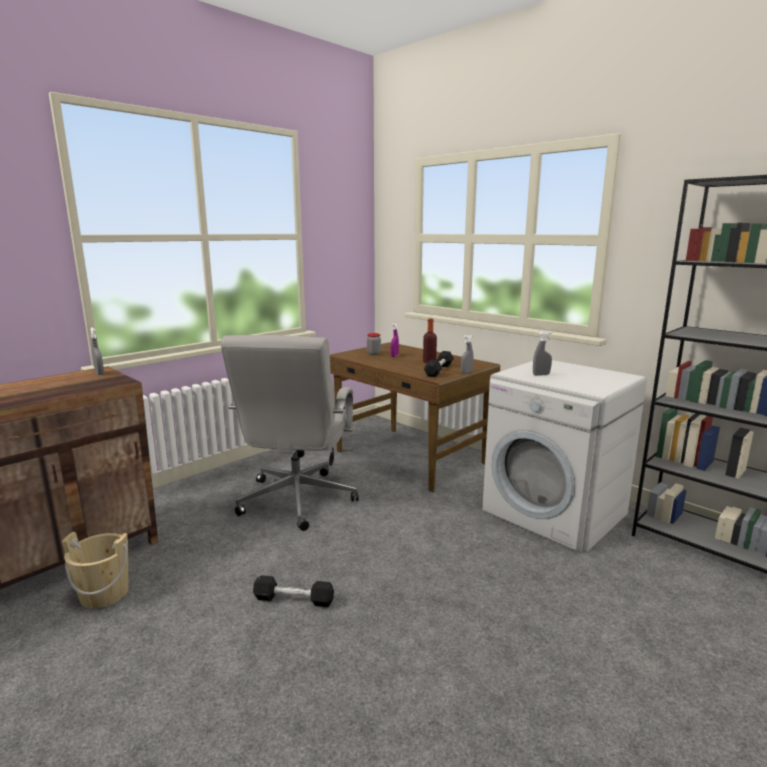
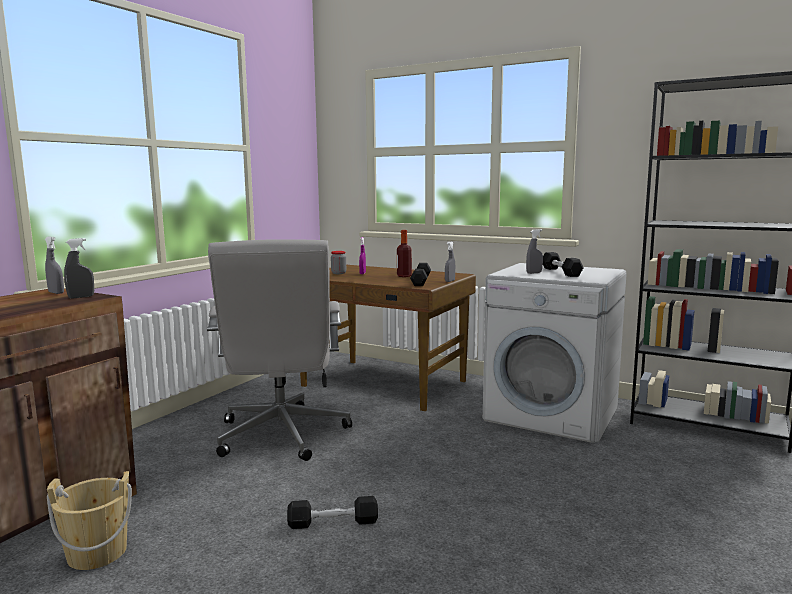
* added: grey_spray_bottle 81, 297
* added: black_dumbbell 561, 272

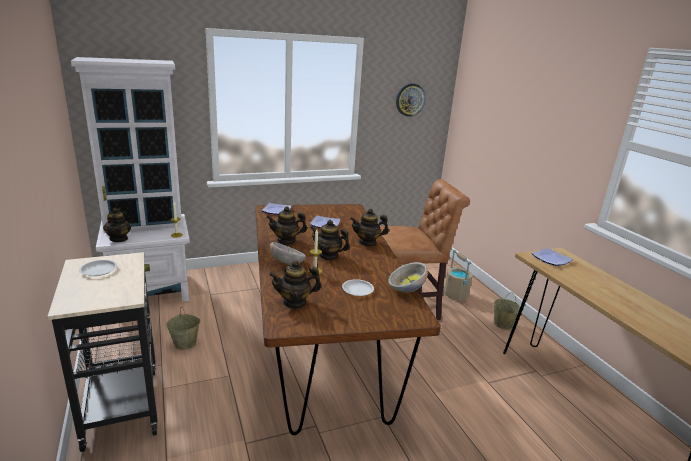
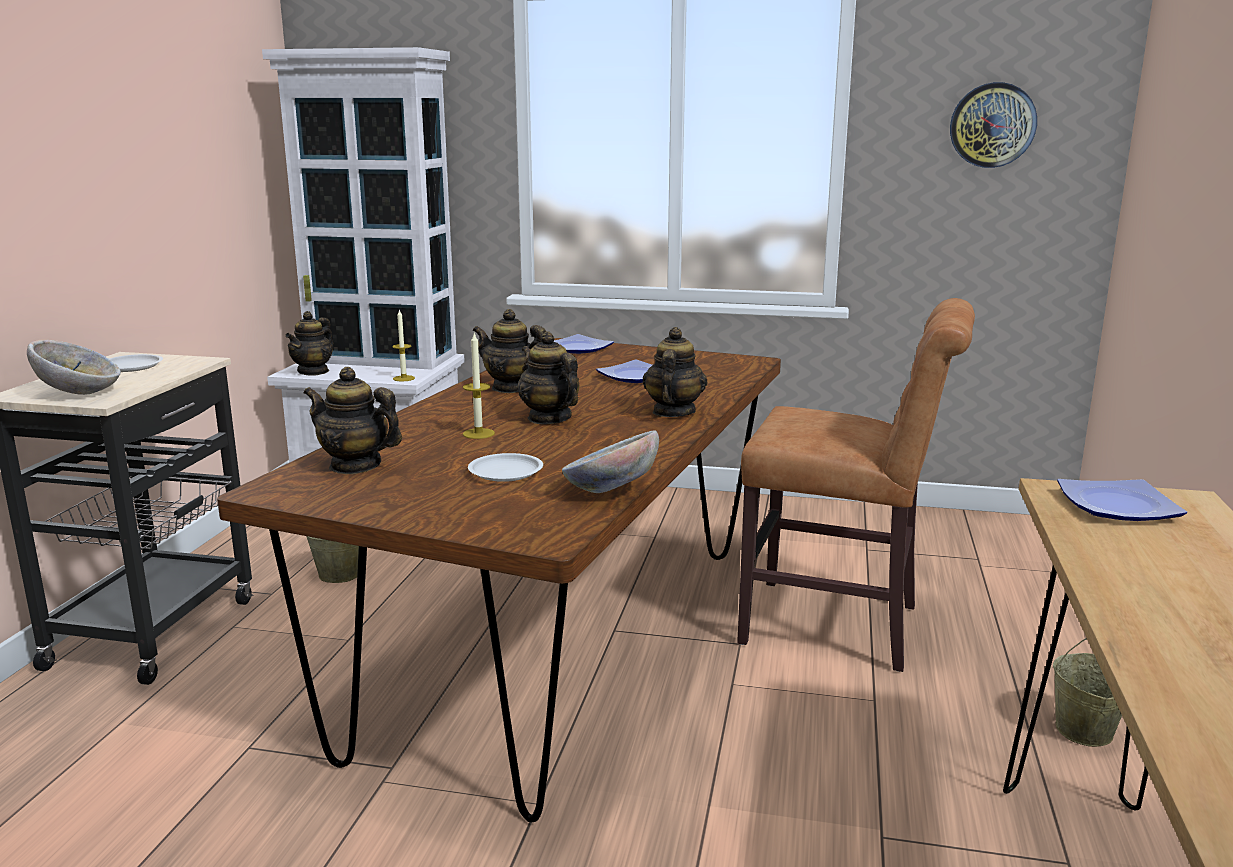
* moved: bowl 287, 264 to 80, 393
* turned: teapot 367, 242 = 673, 412 75 degrees clockwise
* removed: beige_bucket 455, 294

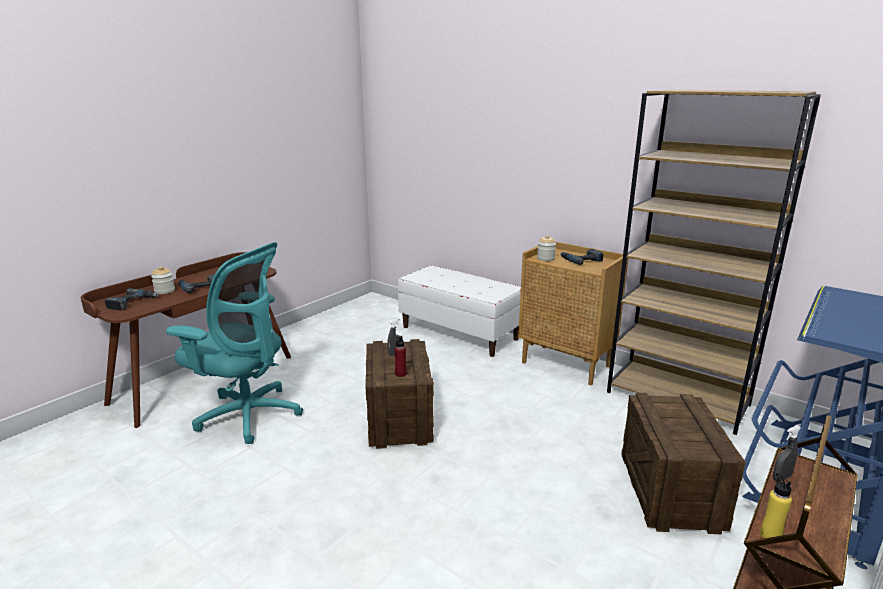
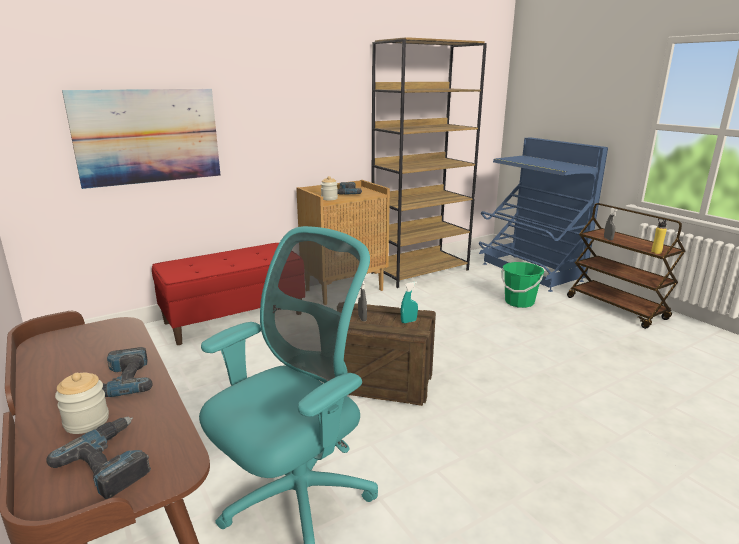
* replaced: red_bottle 400, 374 to turquoise_spray_bottle 408, 321
* recoloured: white_bench 460, 333 to red_bench 234, 318
* replaced: crate 670, 492 to green_bucket 519, 302
* added: picture 148, 136

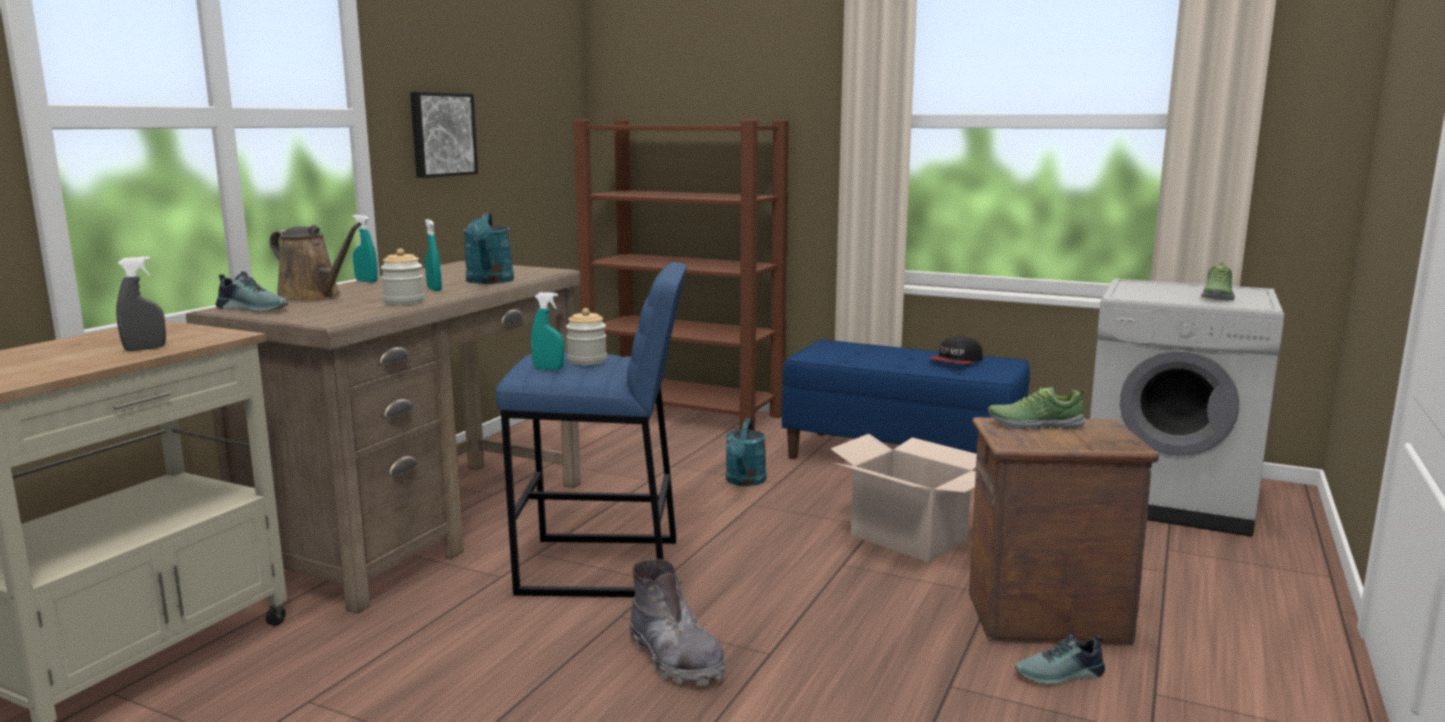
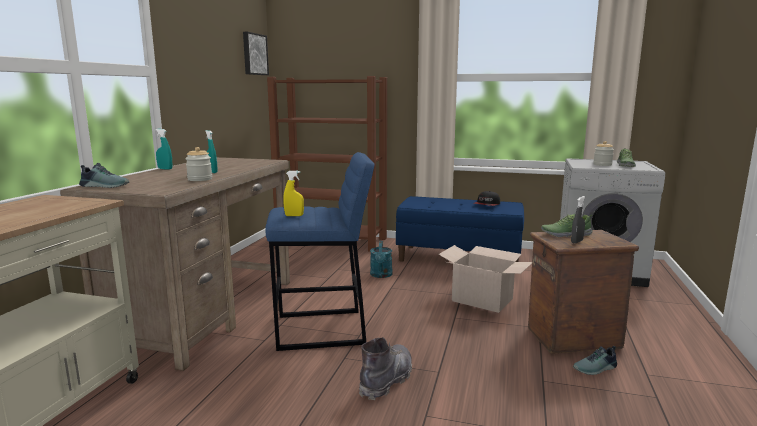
* moved: grey_spray_bottle 145, 349 to 577, 241
* removed: brown_watering_can 313, 297
* moved: picture 441, 134 to 254, 54
* removed: turquoise_watering_can 489, 281
* recoloured: turquoise_spray_bottle 548, 368 to yellow_spray_bottle 294, 215
* moved: jar 587, 361 to 602, 165
* turned: grey_boot 675, 658 = 387, 380 105 degrees counterclockwise

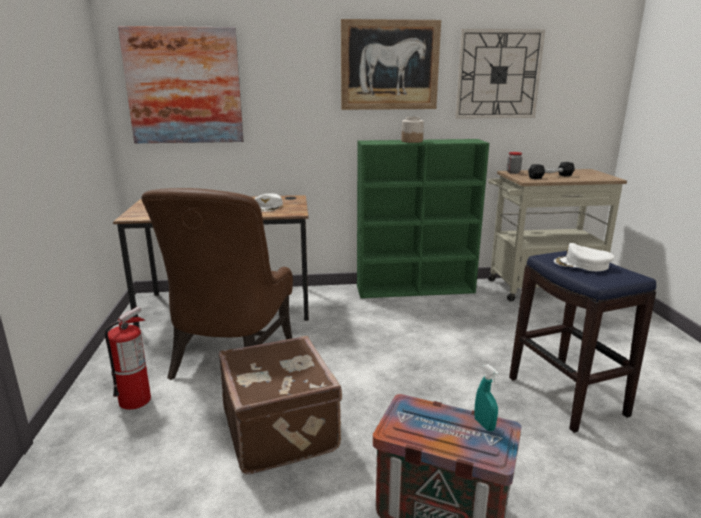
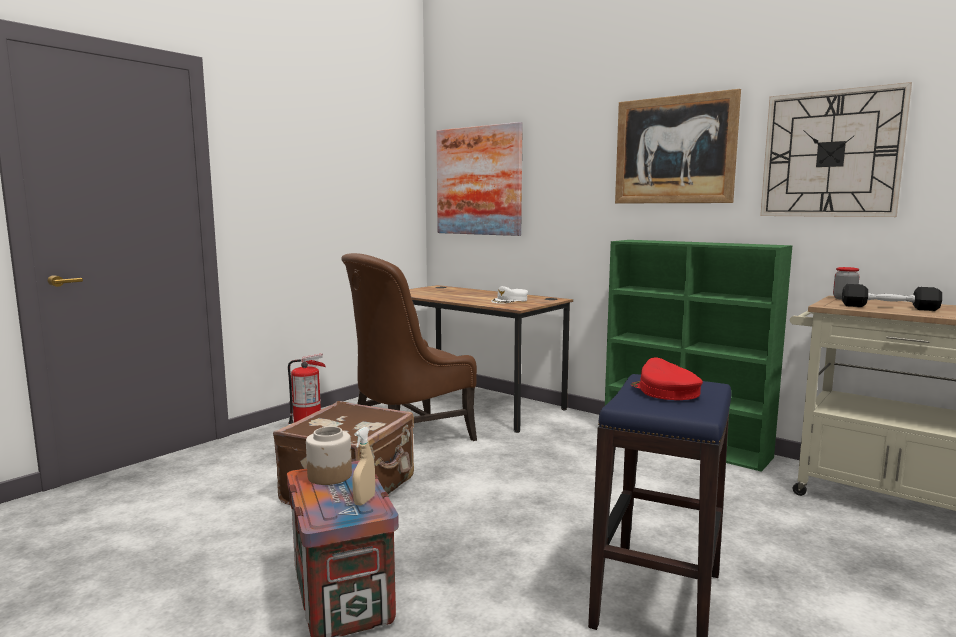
* moved: jar 412, 141 to 330, 476
* recoloured: turquoise_spray_bottle 484, 425 to beige_spray_bottle 364, 500
* recoloured: white_cap 582, 264 to red_cap 664, 391

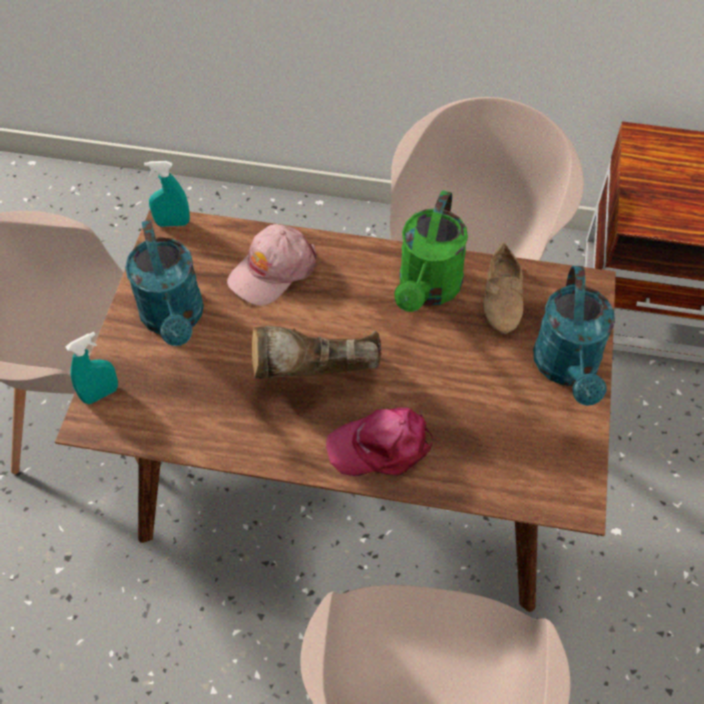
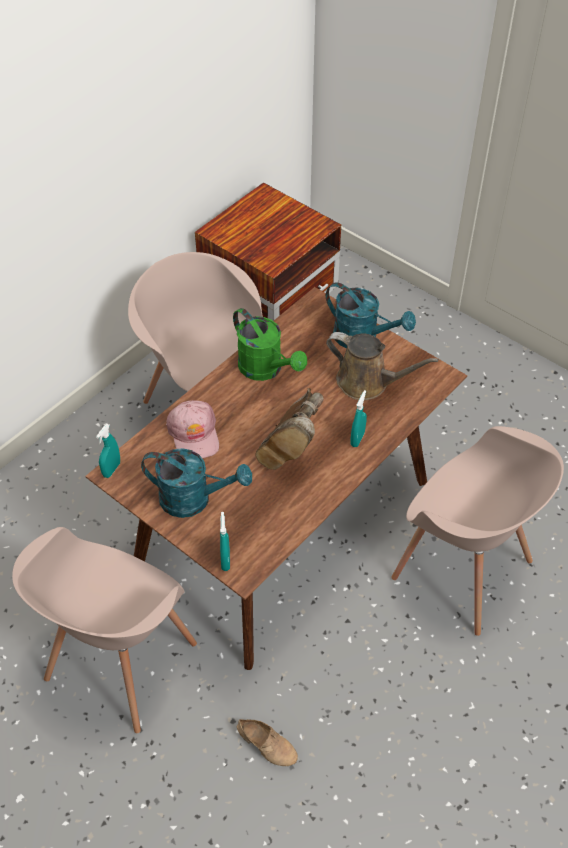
* replaced: pink_cap 381, 446 to turquoise_spray_bottle 357, 439
* moved: beige_shoe 504, 297 to 268, 743
* added: brown_watering_can 367, 382

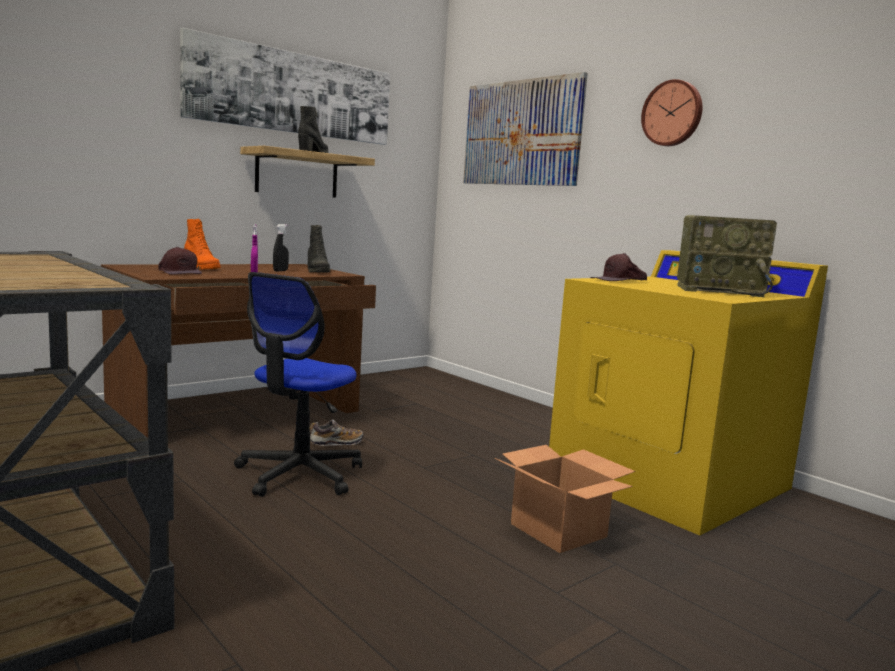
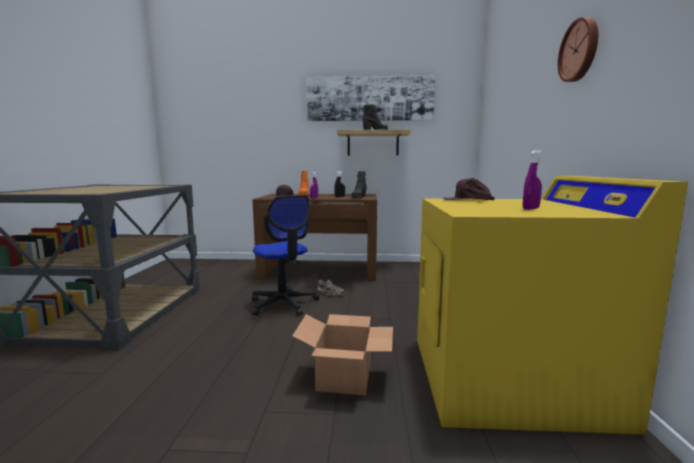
* turned: office_chair 299, 474 = 283, 304 105 degrees counterclockwise
* removed: picture 521, 133
* replaced: radio 720, 291 to purple_spray_bottle 531, 209

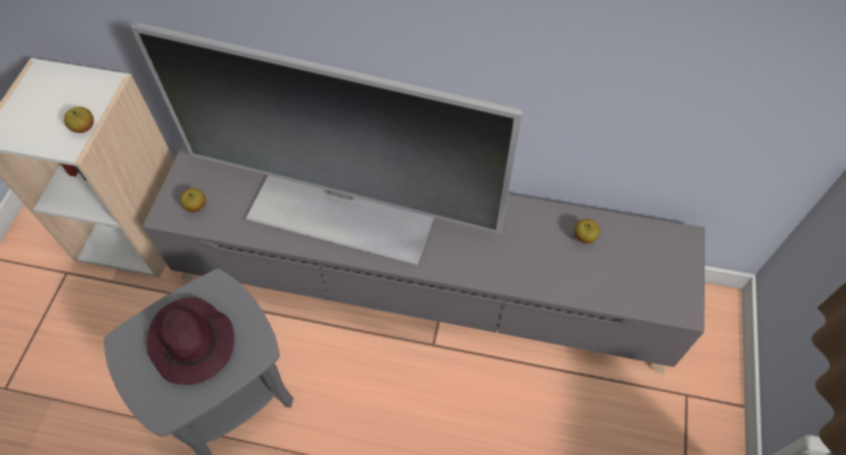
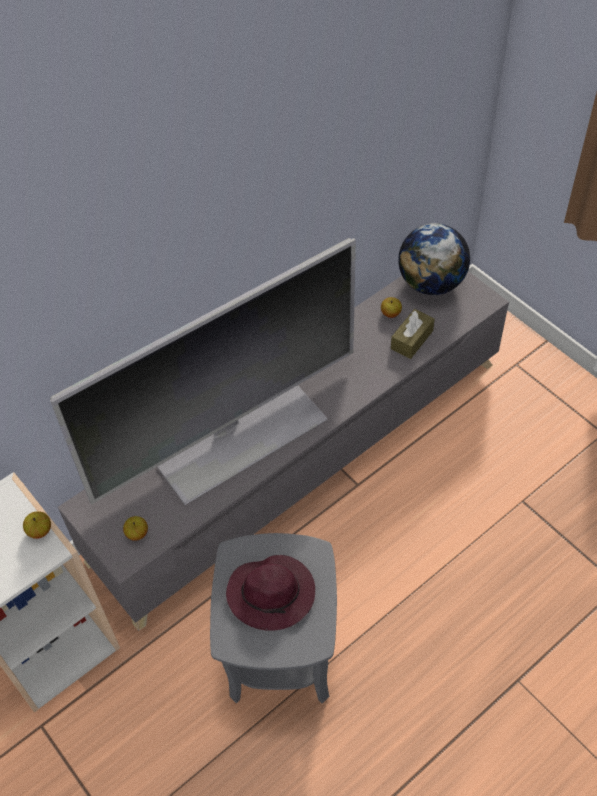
* added: brown_tissue_box 412, 340
* added: globe 431, 283

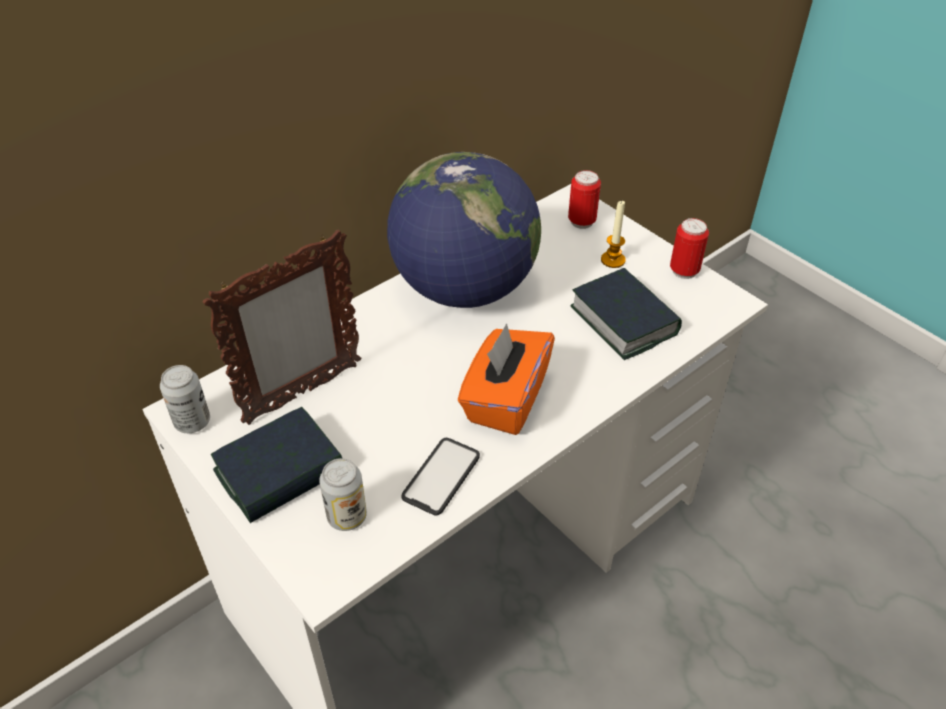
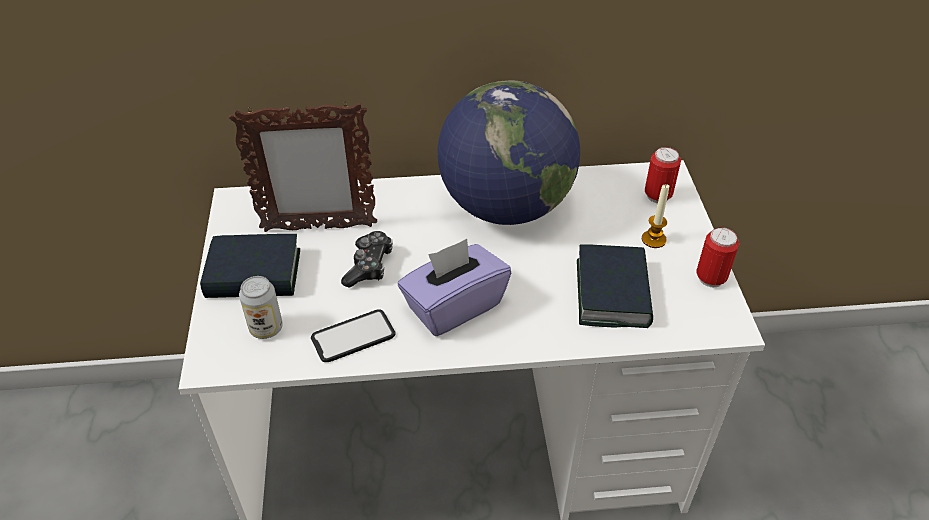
* removed: can 192, 422
* recoloured: orange_tissue_box 505, 399 to purple_tissue_box 454, 306
* added: game_controller 369, 266

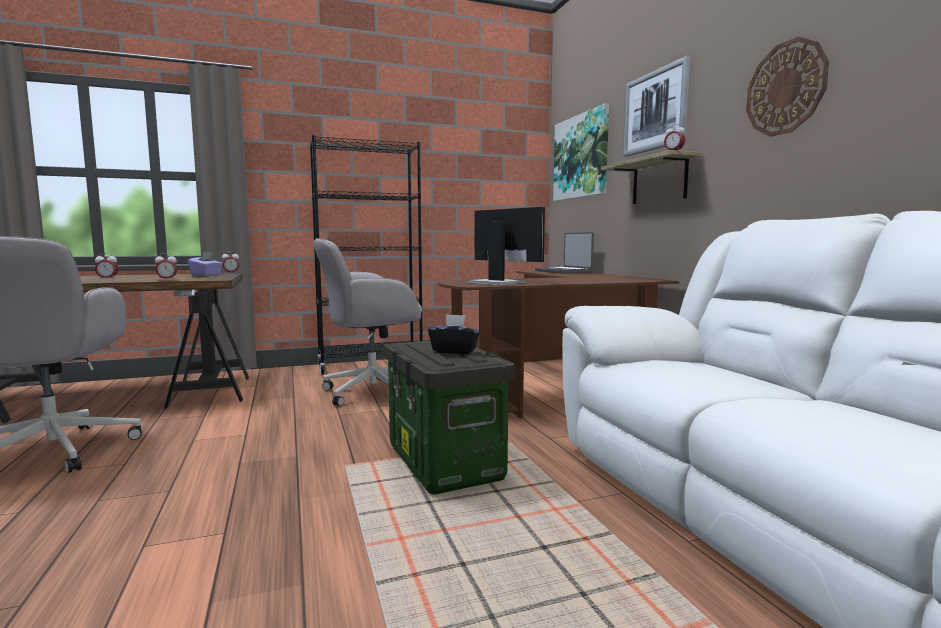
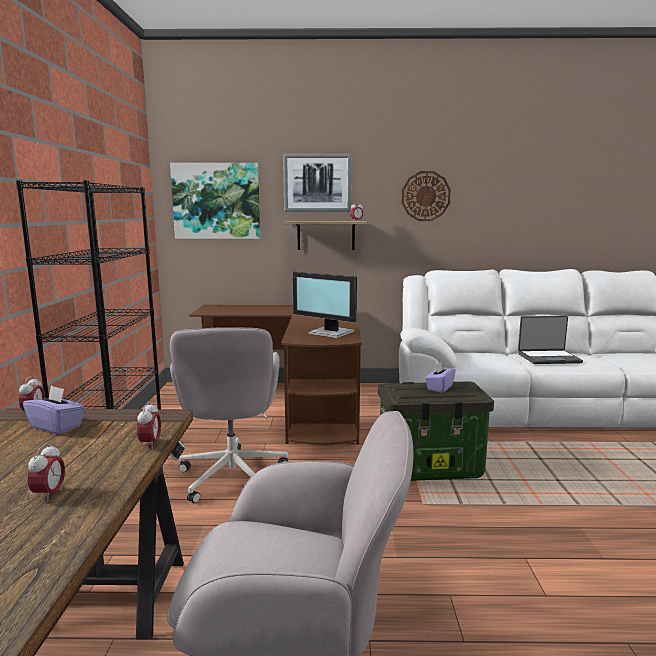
* recoloured: black_tissue_box 454, 351 to purple_tissue_box 439, 388
* turned: monitor 497, 282 = 330, 333 120 degrees counterclockwise
* moved: laptop 564, 271 to 548, 358

